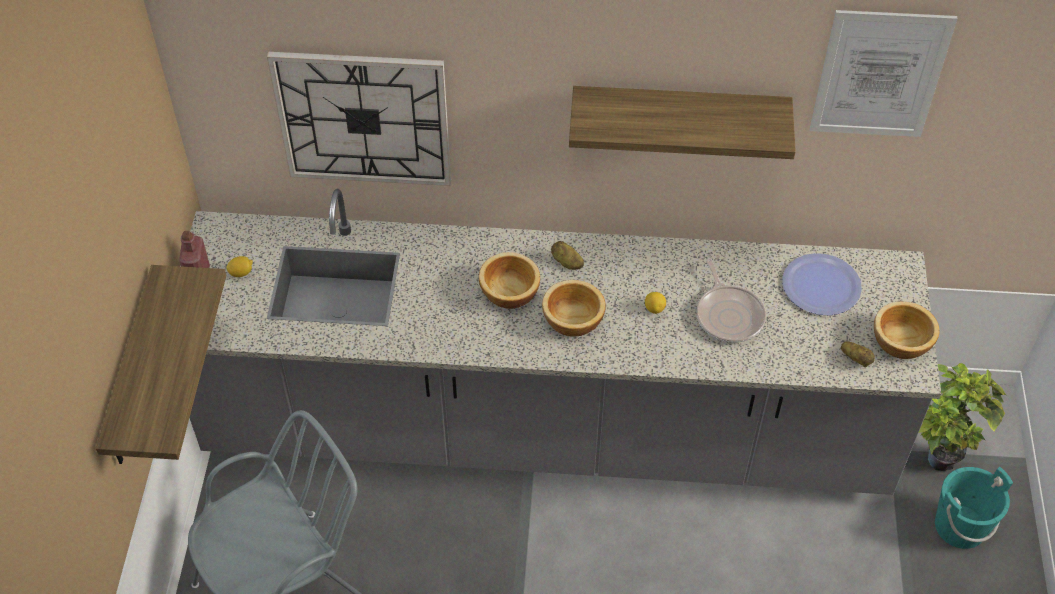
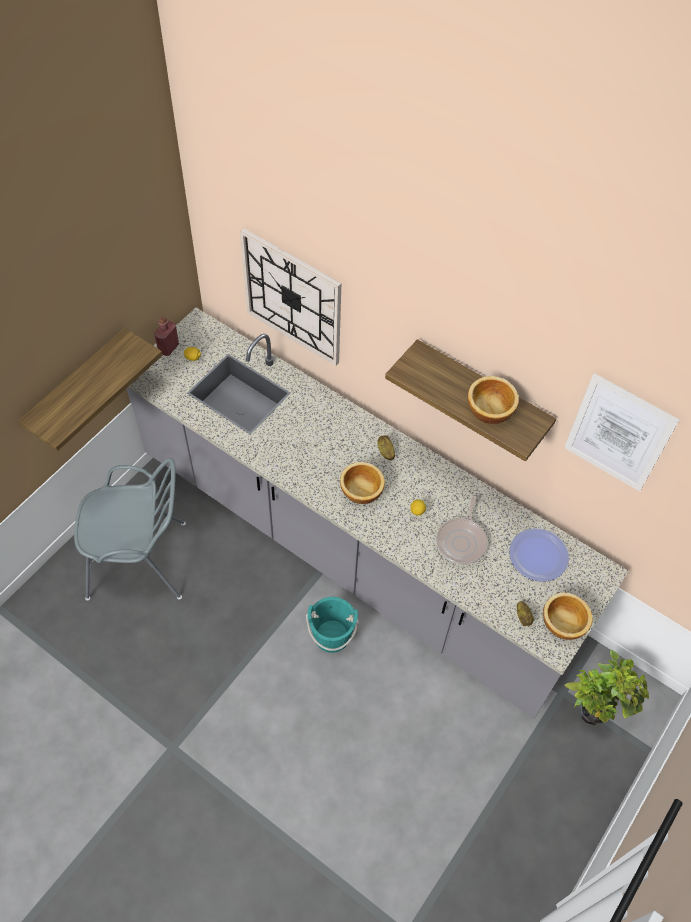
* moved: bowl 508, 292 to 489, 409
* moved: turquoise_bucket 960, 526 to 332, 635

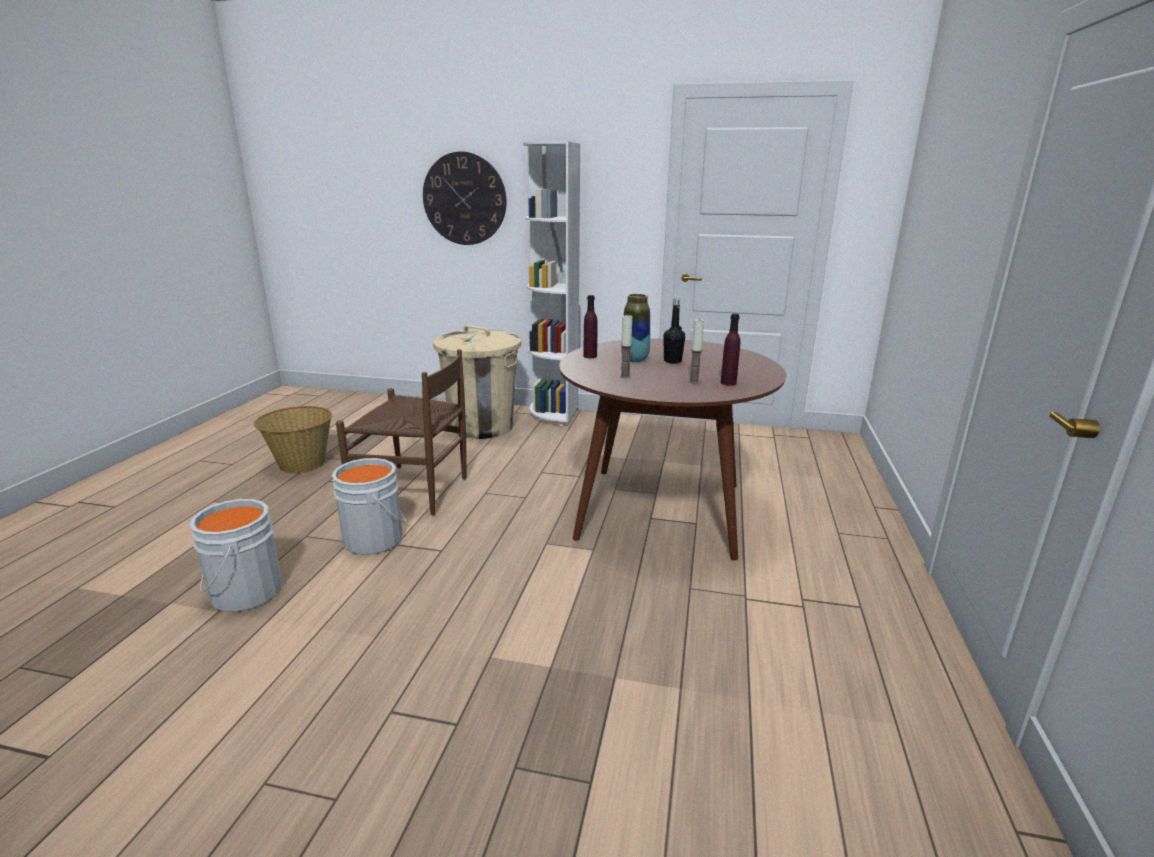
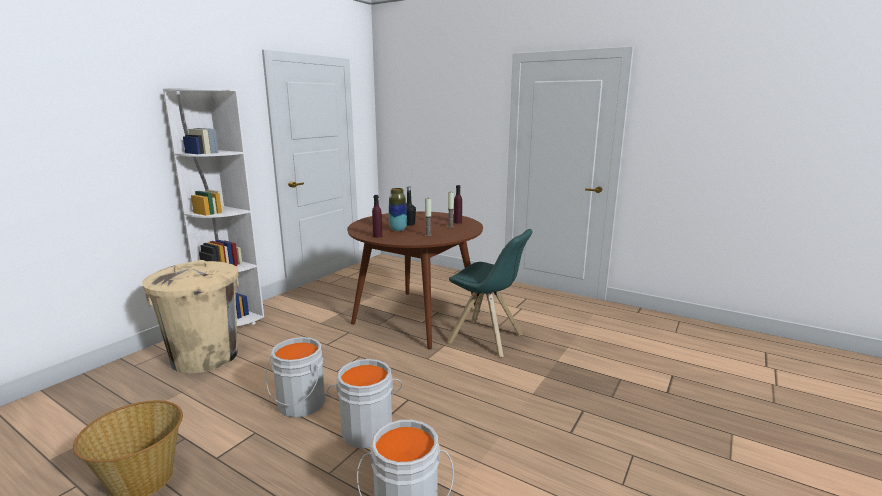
* replaced: brown_chair 414, 491 to grey_bucket 299, 404
* removed: wall_clock 464, 199
* added: turquoise_chair 486, 339

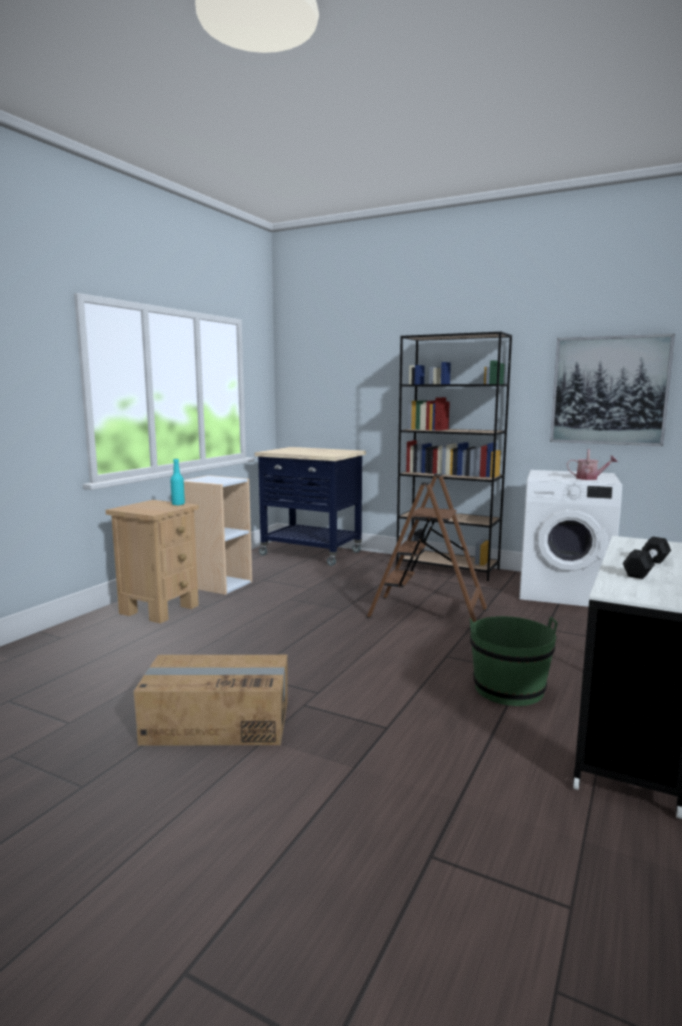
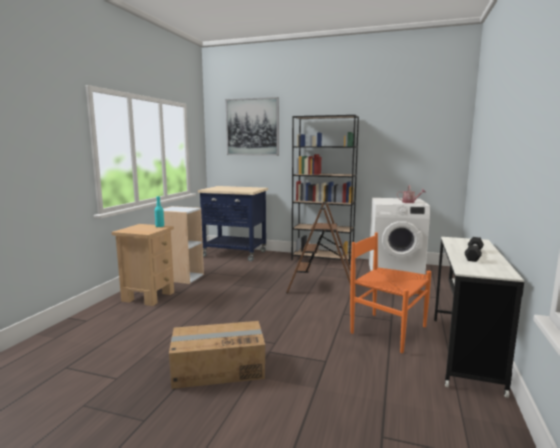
* replaced: green_bucket 508, 689 to orange_chair 387, 331
* moved: picture 609, 390 to 252, 127

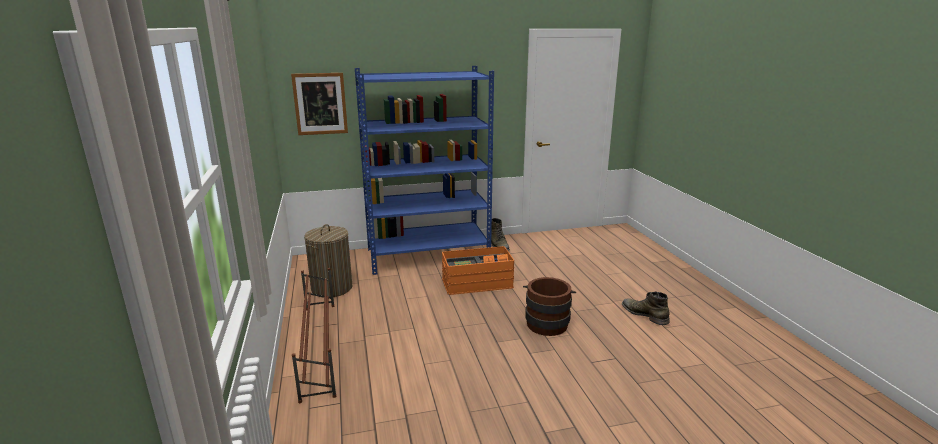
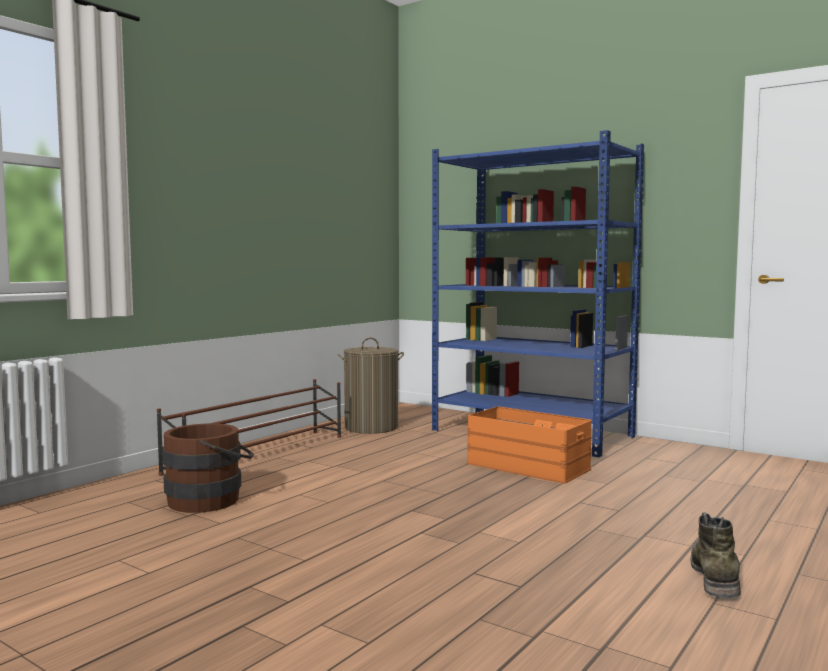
* removed: picture 320, 104
* removed: green_boot 498, 245
* moved: brown_bucket 547, 322 to 211, 500

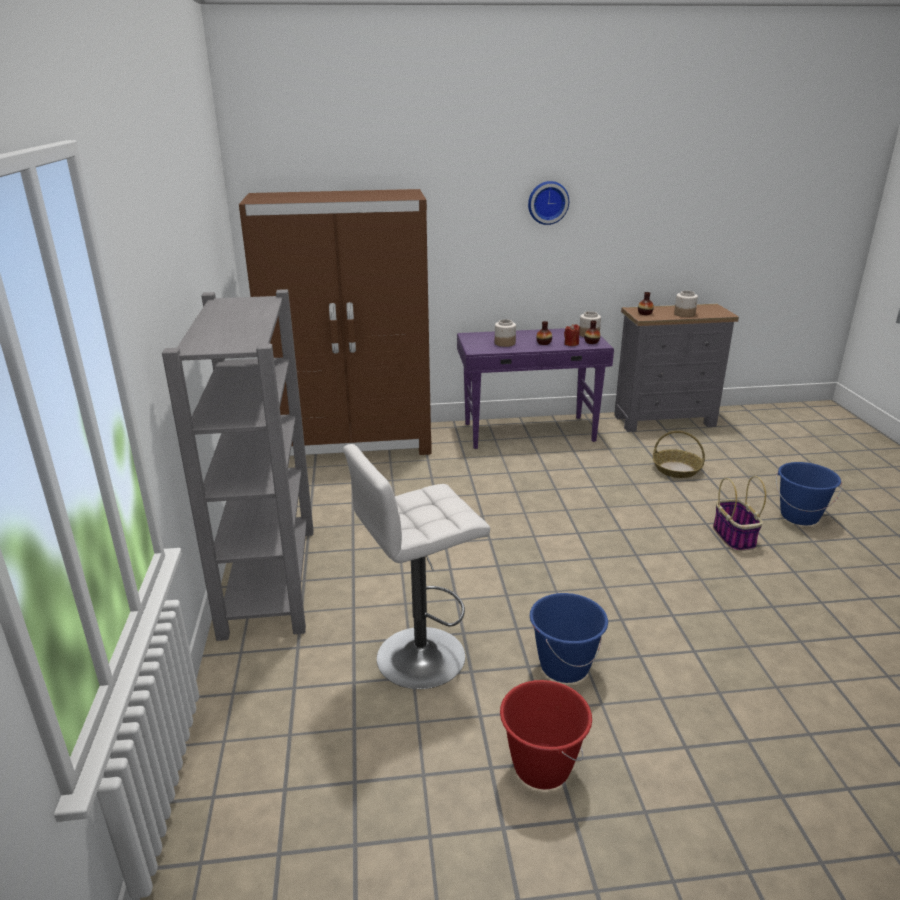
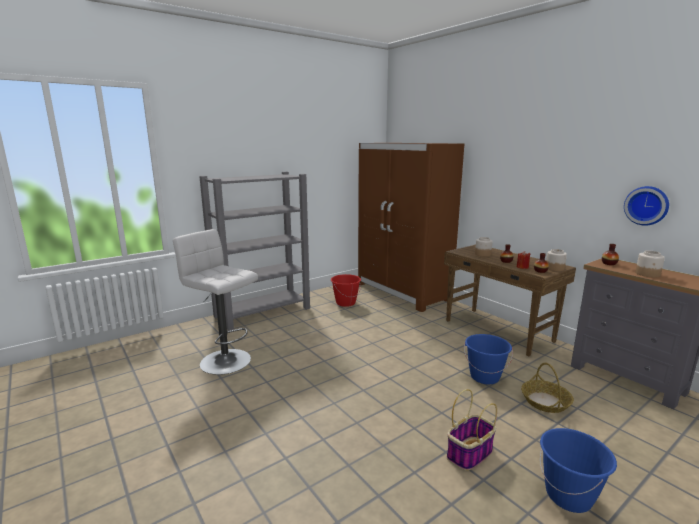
* recoloured: purple_console_table 529, 432 to brown_console_table 498, 331
* moved: red_bucket 541, 767 to 345, 303
* moved: wall_clock 547, 202 to 647, 205
* moved: blue_bucket 564, 666 to 484, 377

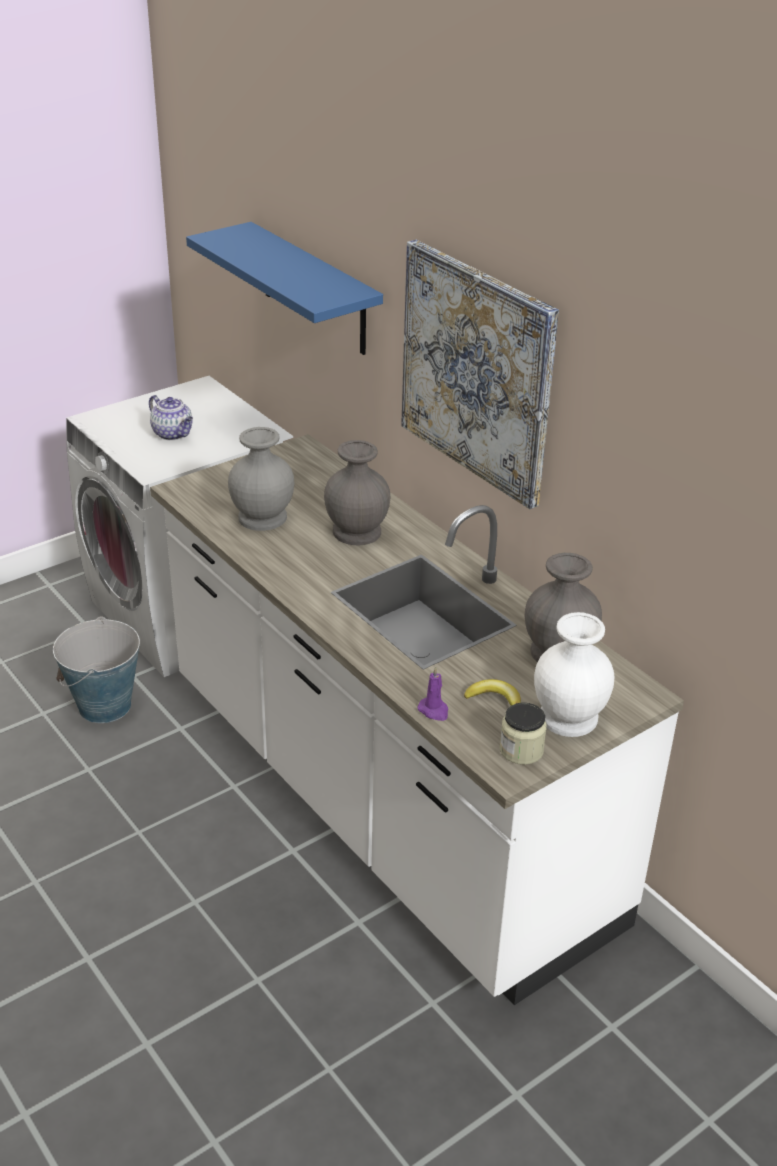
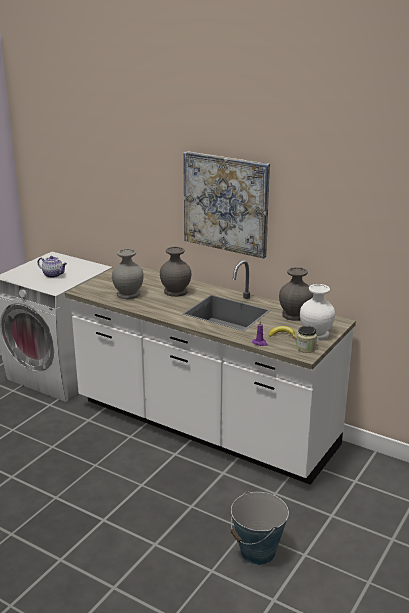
* moved: bucket 104, 706 to 258, 552
* removed: blue_shelf 314, 289

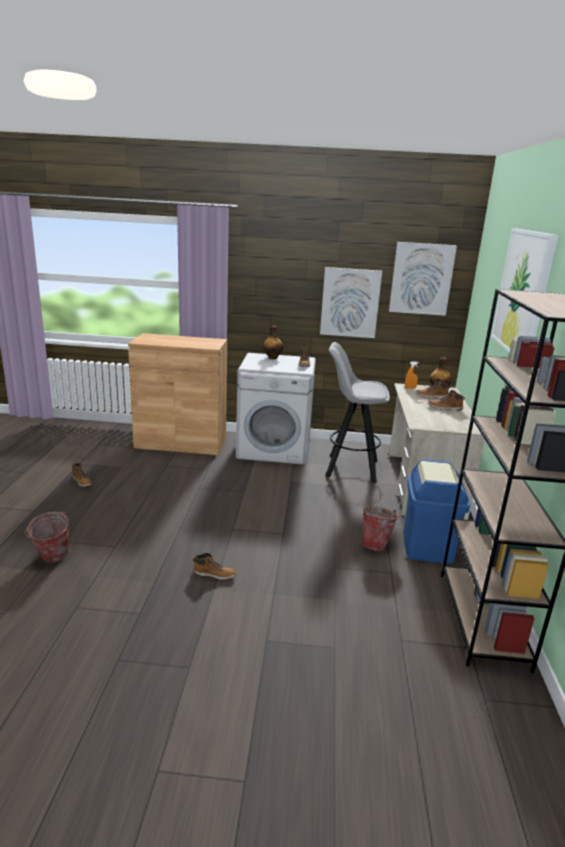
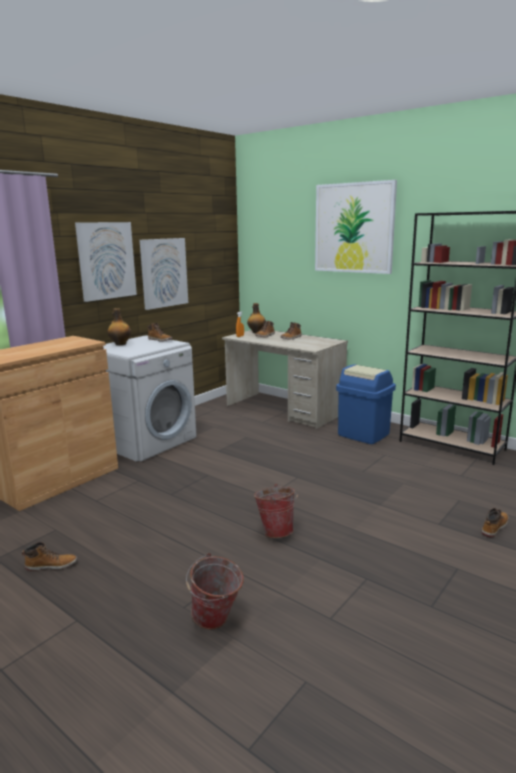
* moved: boot 214, 574 to 494, 527
* removed: grey_stool 349, 468
* moved: bucket 376, 545 to 276, 531
* moved: picture 421, 279 to 106, 260

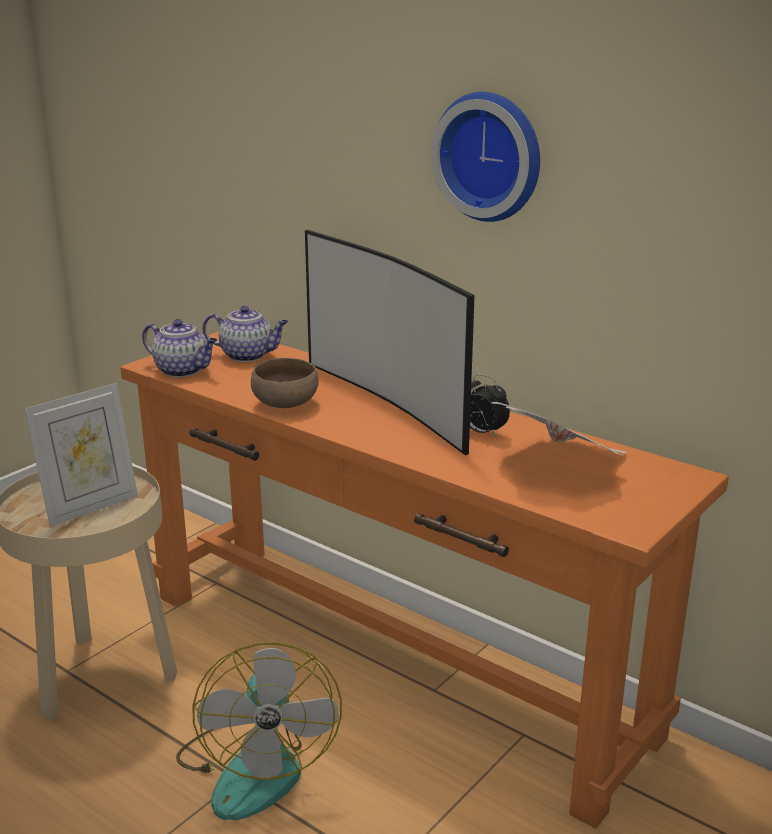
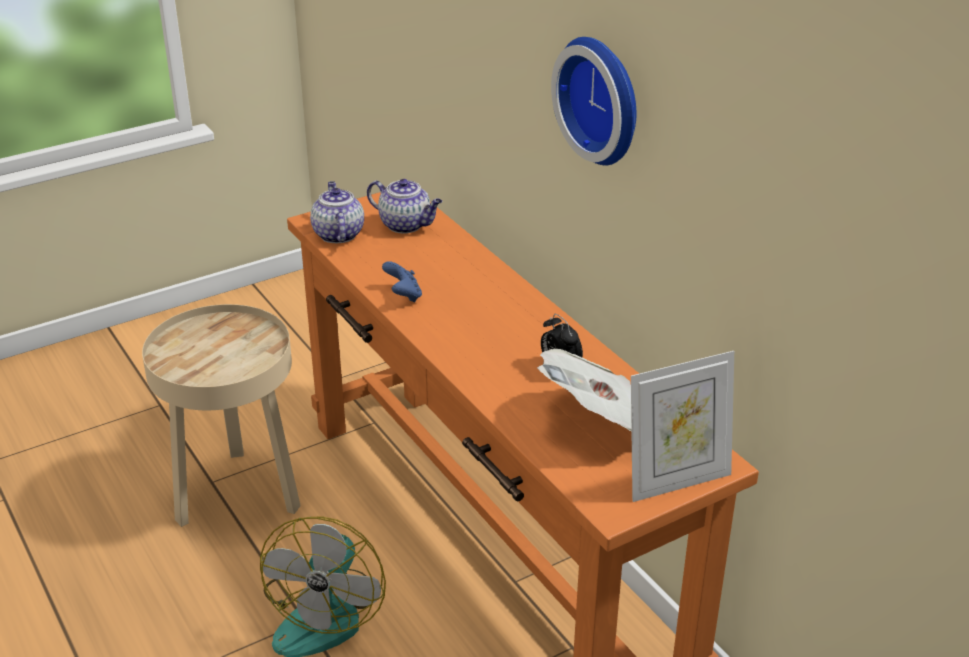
* moved: picture_frame 90, 507 to 676, 481
* turned: teapot 183, 370 = 337, 234 150 degrees counterclockwise
* replaced: brown_bowl 286, 404 to blue_game_controller 403, 295
* removed: television 390, 402

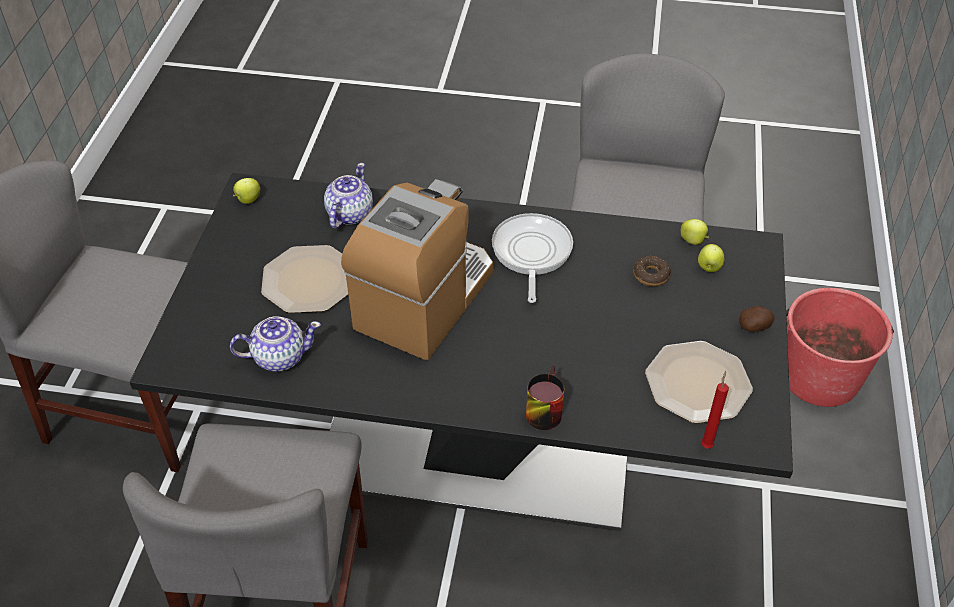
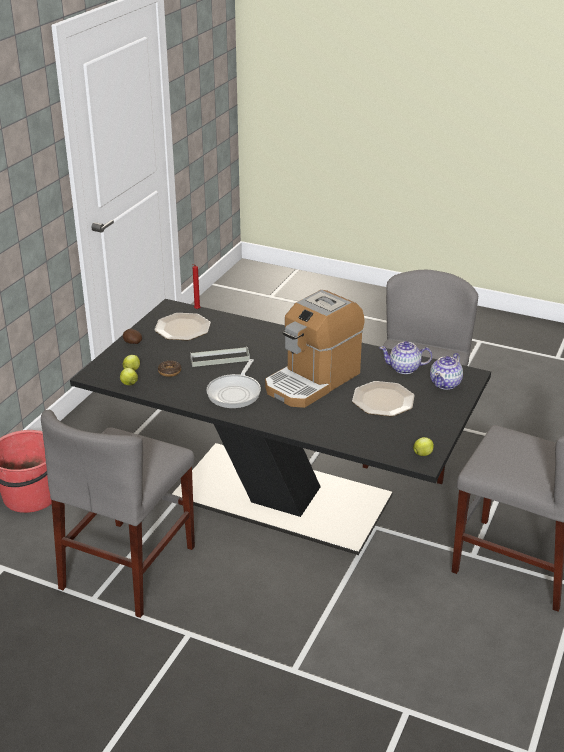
* moved: teapot 349, 214 to 446, 383
* removed: mug 542, 409
* added: grey_tray 219, 359

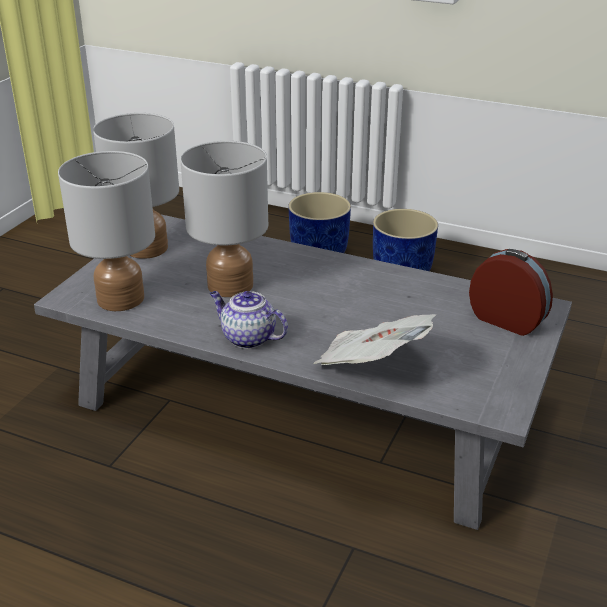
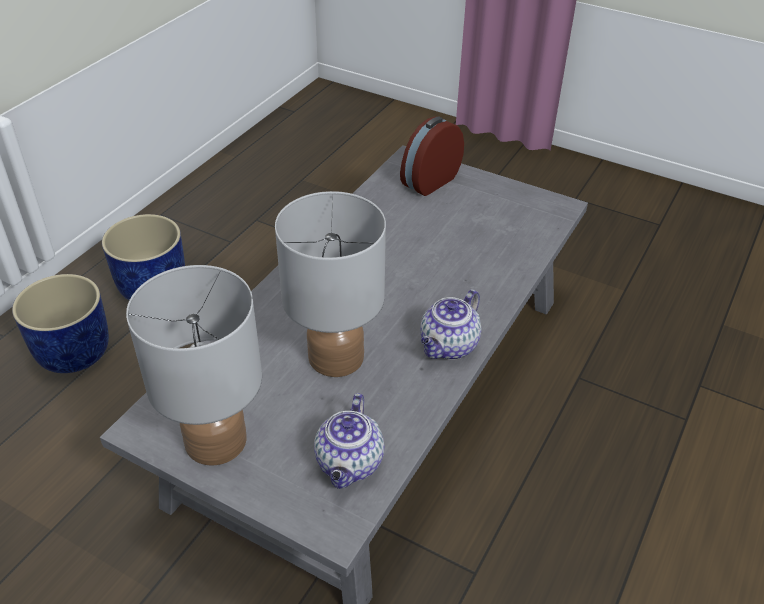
* replaced: grey_table_lamp 119, 299 to teapot 350, 464
* removed: newspaper 371, 365

